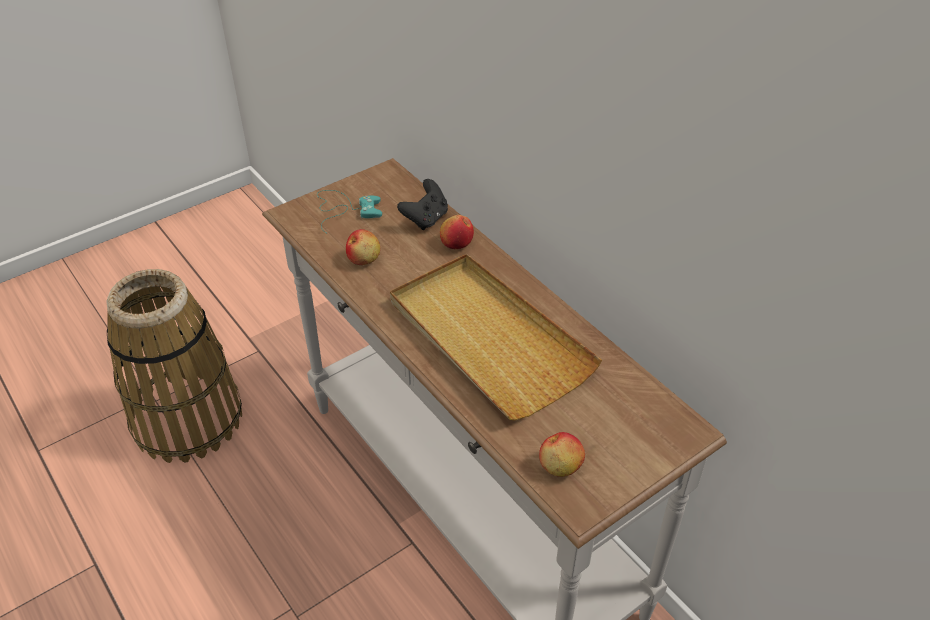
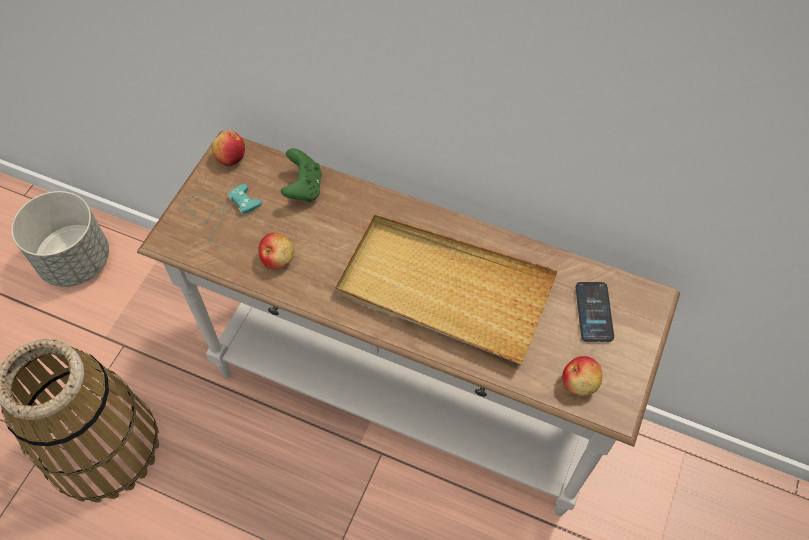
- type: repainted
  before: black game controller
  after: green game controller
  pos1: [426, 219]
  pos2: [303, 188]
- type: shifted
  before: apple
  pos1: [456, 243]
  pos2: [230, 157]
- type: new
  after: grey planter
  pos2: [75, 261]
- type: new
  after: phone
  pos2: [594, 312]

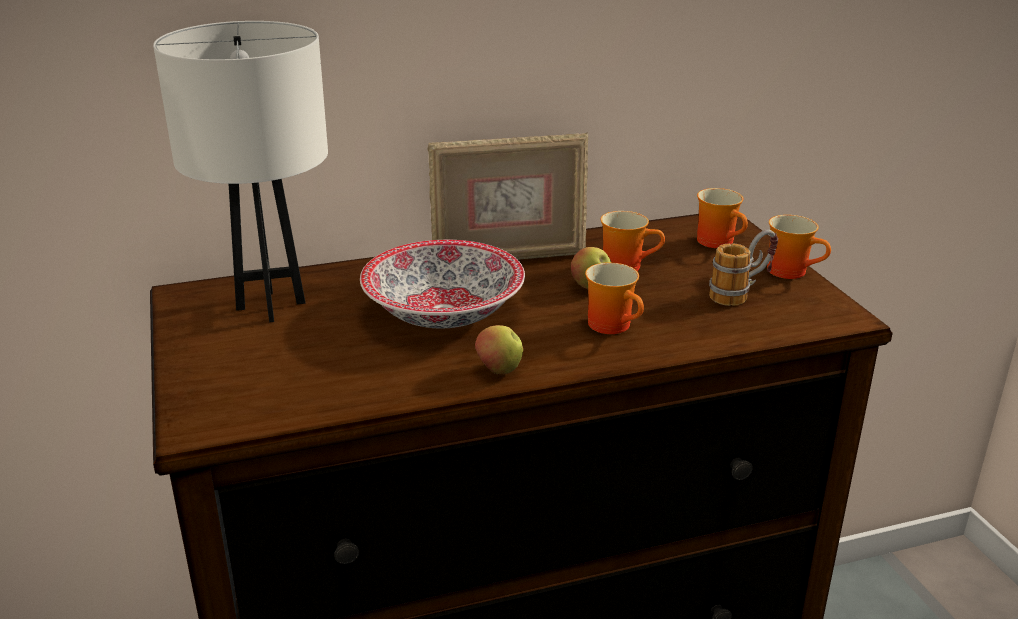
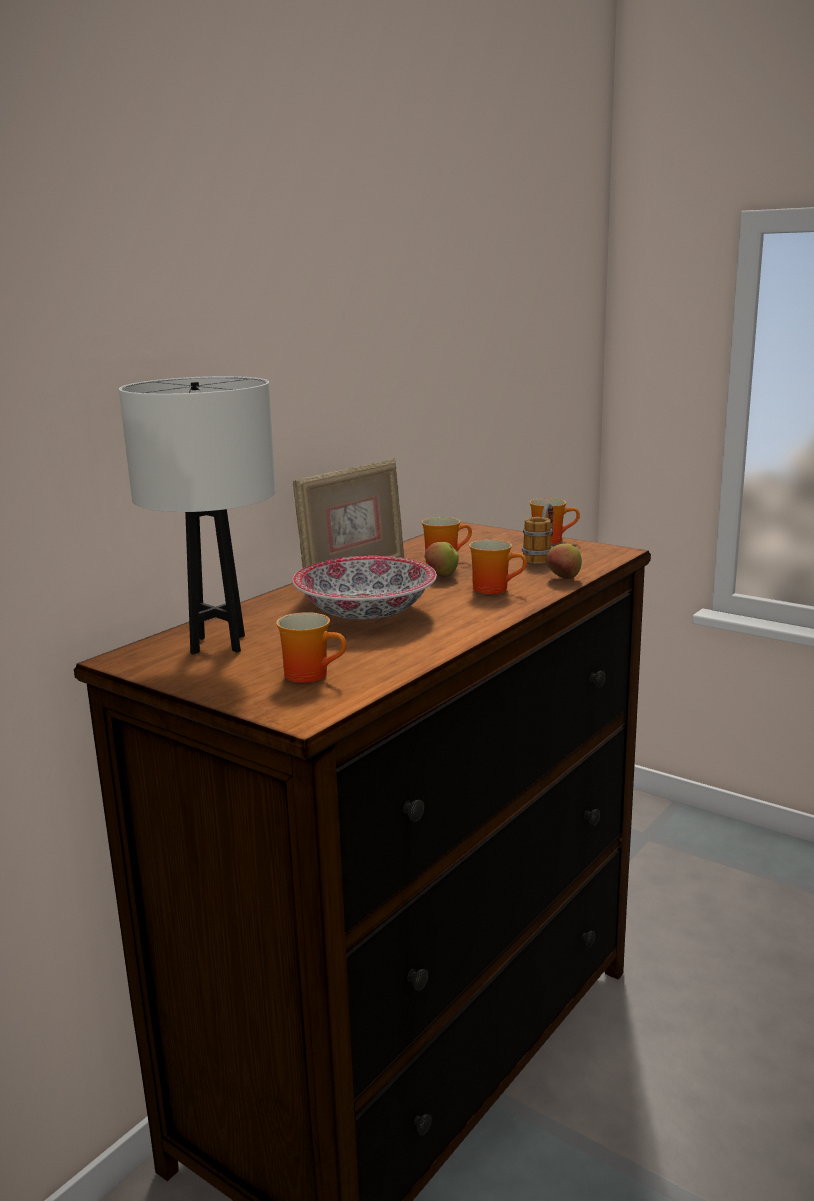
- type: shifted
  before: mug
  pos1: [720, 242]
  pos2: [312, 674]
- type: shifted
  before: apple
  pos1: [499, 370]
  pos2: [564, 578]

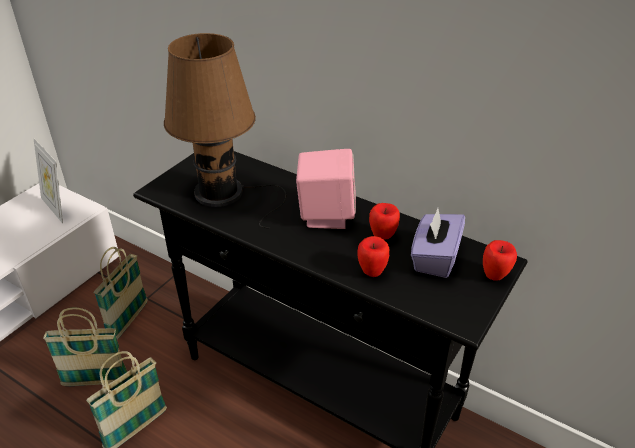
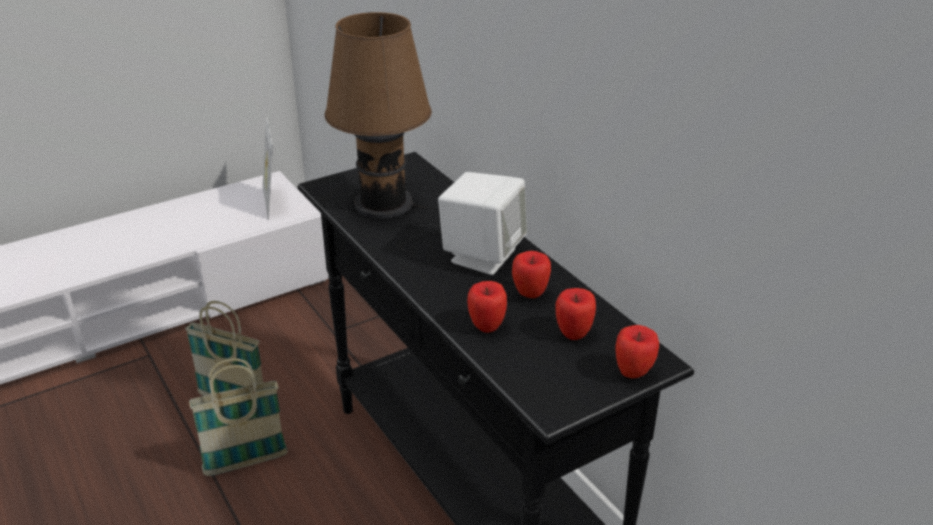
- type: repainted
  before: pink speaker
  after: white speaker
  pos1: [325, 215]
  pos2: [482, 255]
- type: swapped
  before: purple tissue box
  after: apple
  pos1: [434, 258]
  pos2: [573, 333]
- type: gone
  before: basket
  pos1: [128, 321]

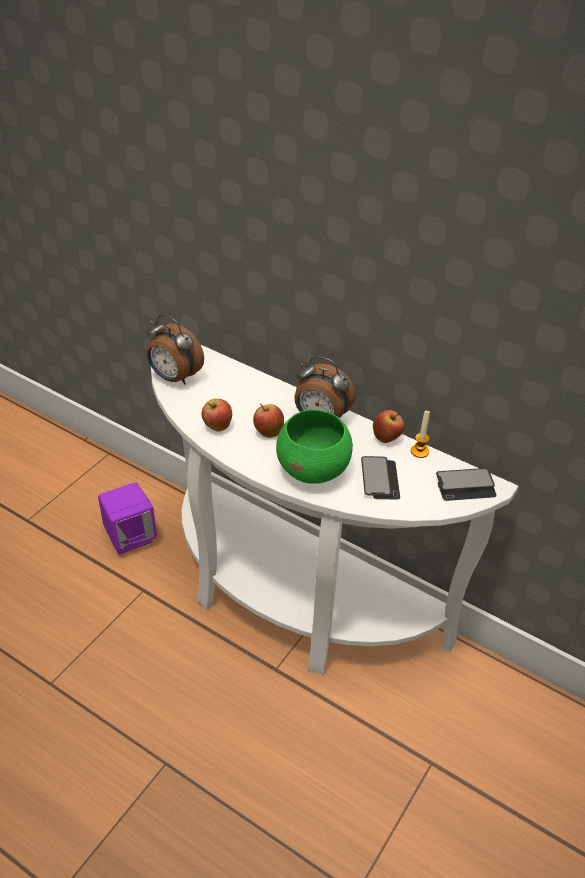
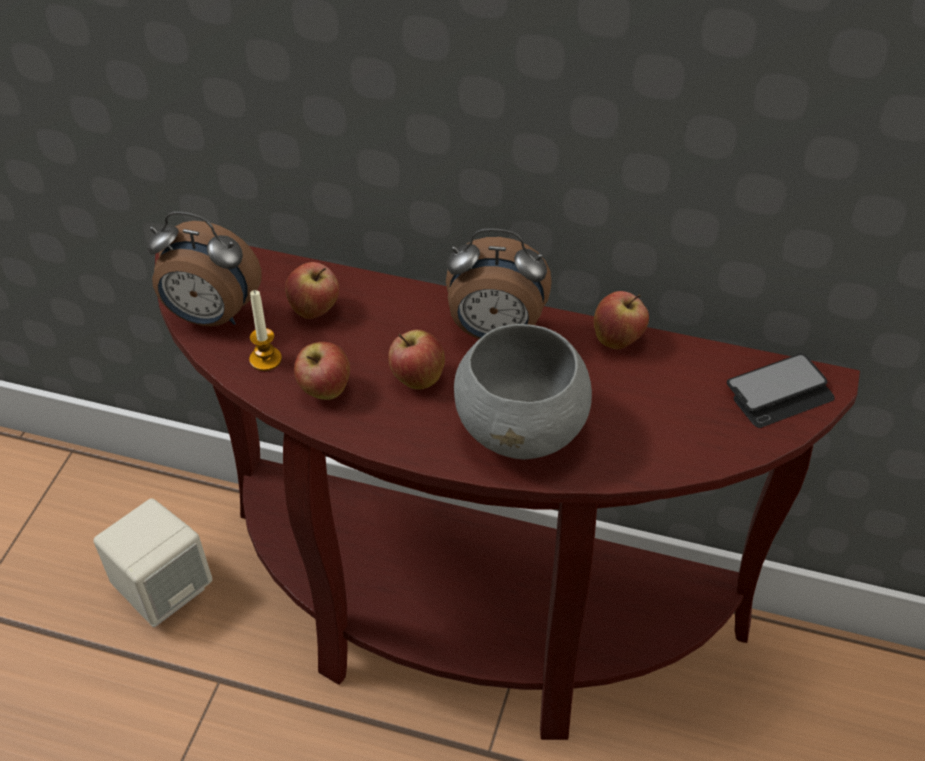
- type: repainted
  before: white console table
  after: brown console table
  pos1: [289, 597]
  pos2: [467, 623]
- type: repainted
  before: green bowl
  after: grey bowl
  pos1: [313, 469]
  pos2: [522, 428]
- type: shifted
  before: candle
  pos1: [419, 451]
  pos2: [265, 359]
- type: gone
  before: phone
  pos1: [380, 479]
- type: repainted
  before: purple speaker
  after: beige speaker
  pos1: [130, 536]
  pos2: [162, 590]
- type: new
  after: apple
  pos2: [315, 310]

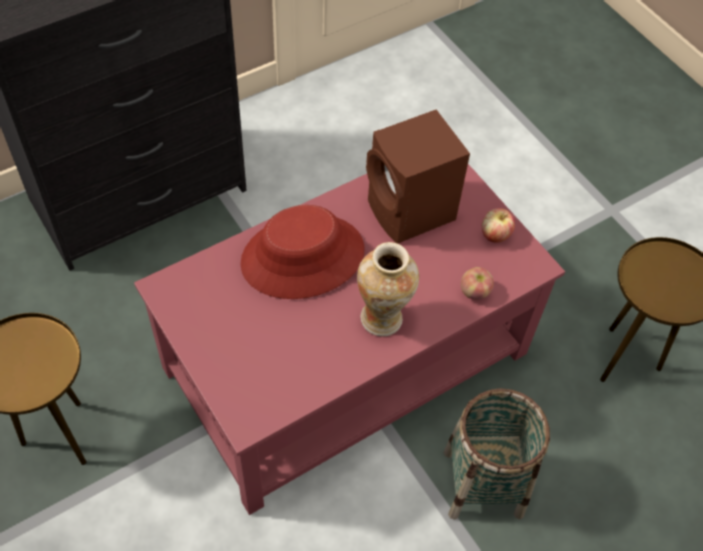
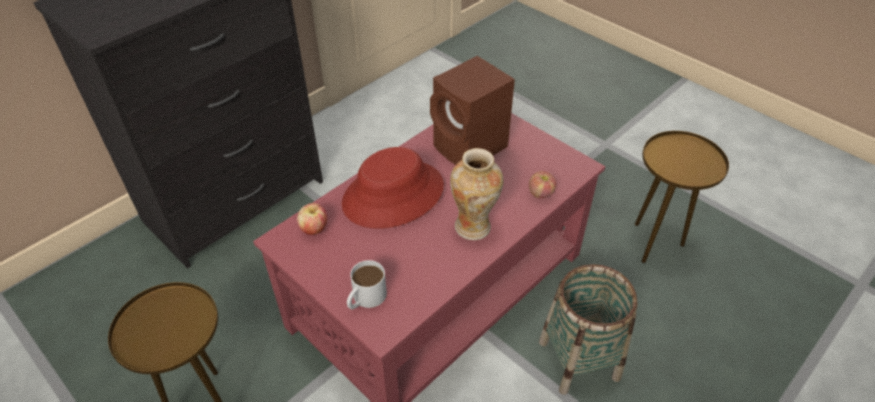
- type: shifted
  before: apple
  pos1: [495, 235]
  pos2: [314, 229]
- type: new
  after: white mug
  pos2: [365, 298]

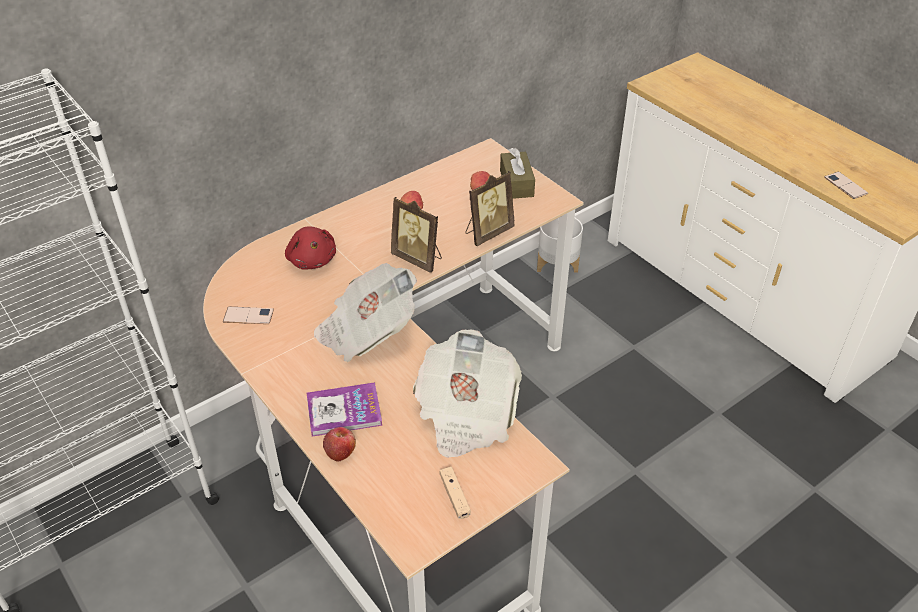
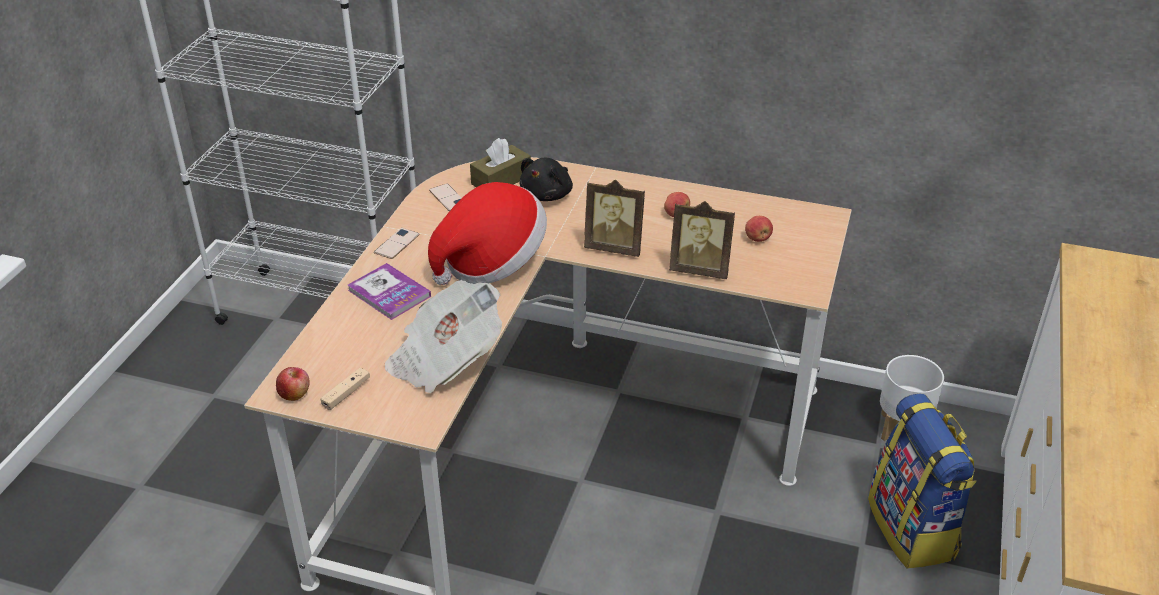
- type: shifted
  before: brown tissue box
  pos1: [516, 183]
  pos2: [501, 180]
- type: shifted
  before: phone
  pos1: [845, 185]
  pos2: [397, 244]
- type: rotated
  before: picture frame
  pos1: [418, 259]
  pos2: [615, 247]
  turn: -75
- type: repainted
  before: red plush toy
  after: black plush toy
  pos1: [312, 259]
  pos2: [548, 194]
- type: swapped
  before: newspaper
  after: hat
  pos1: [366, 331]
  pos2: [491, 262]
- type: shifted
  before: apple
  pos1: [340, 452]
  pos2: [295, 394]
- type: new
  after: backpack
  pos2: [913, 529]

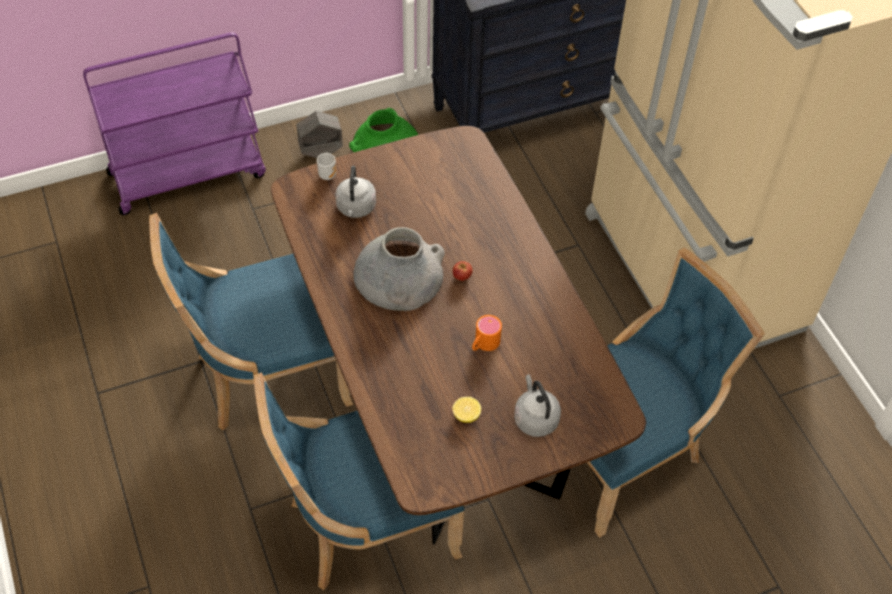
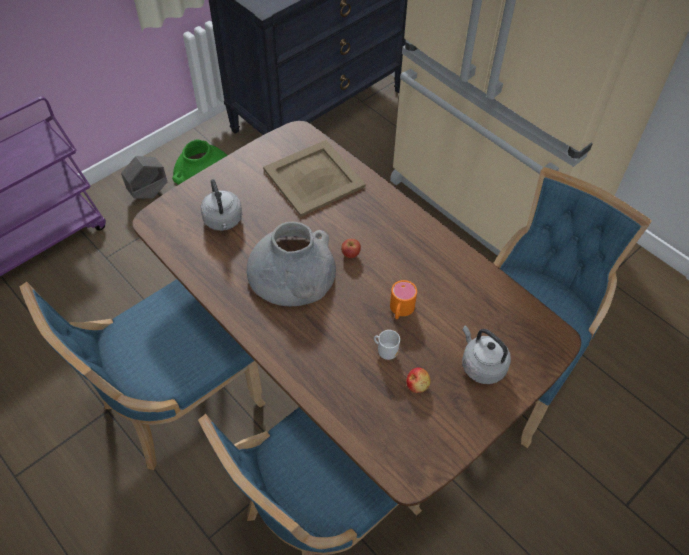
- type: shifted
  before: mug
  pos1: [327, 175]
  pos2: [386, 352]
- type: swapped
  before: lemon
  after: apple
  pos1: [466, 415]
  pos2: [417, 385]
- type: new
  after: beige tray
  pos2: [314, 177]

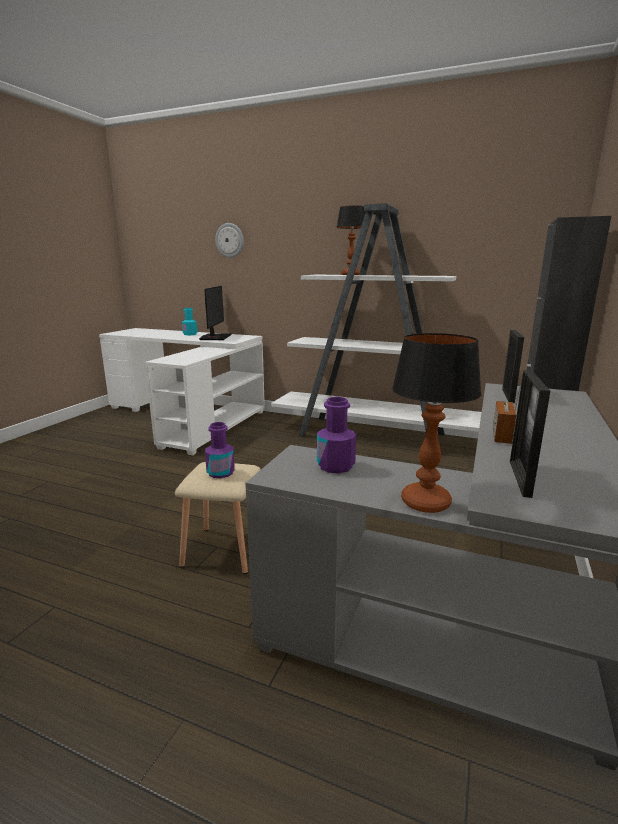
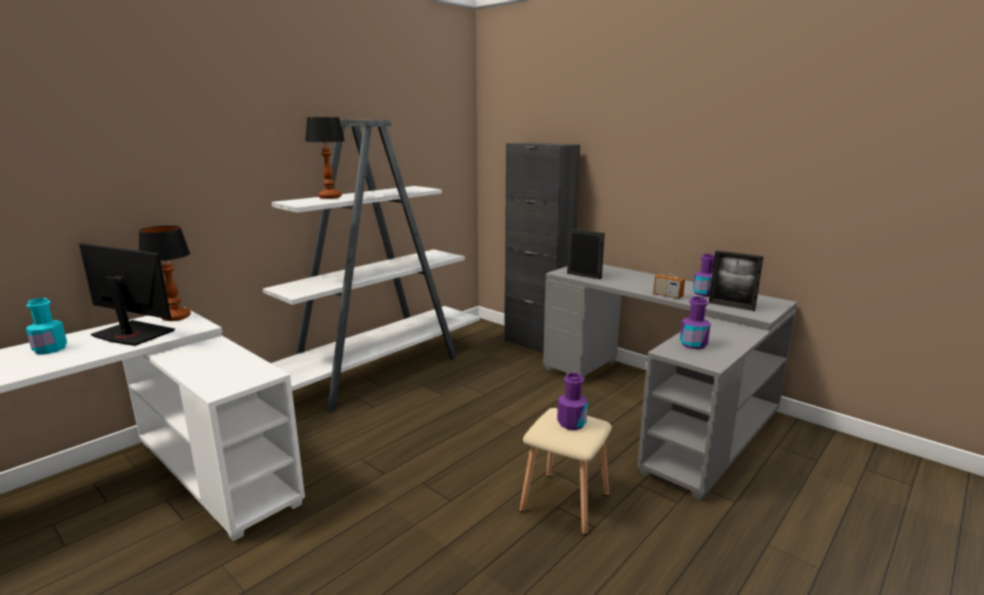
- type: gone
  before: wall clock
  pos1: [230, 240]
- type: shifted
  before: table lamp
  pos1: [425, 503]
  pos2: [176, 317]
- type: new
  after: purple bottle
  pos2: [703, 293]

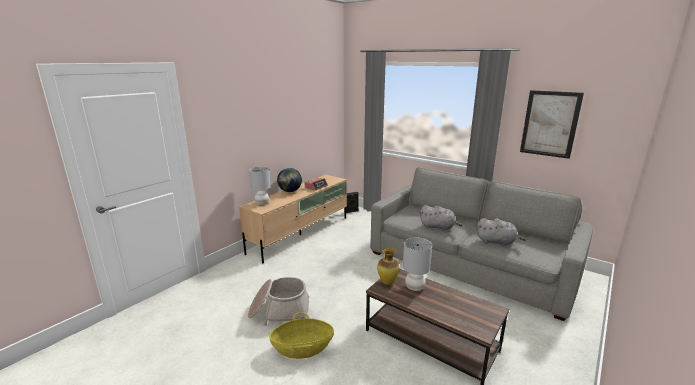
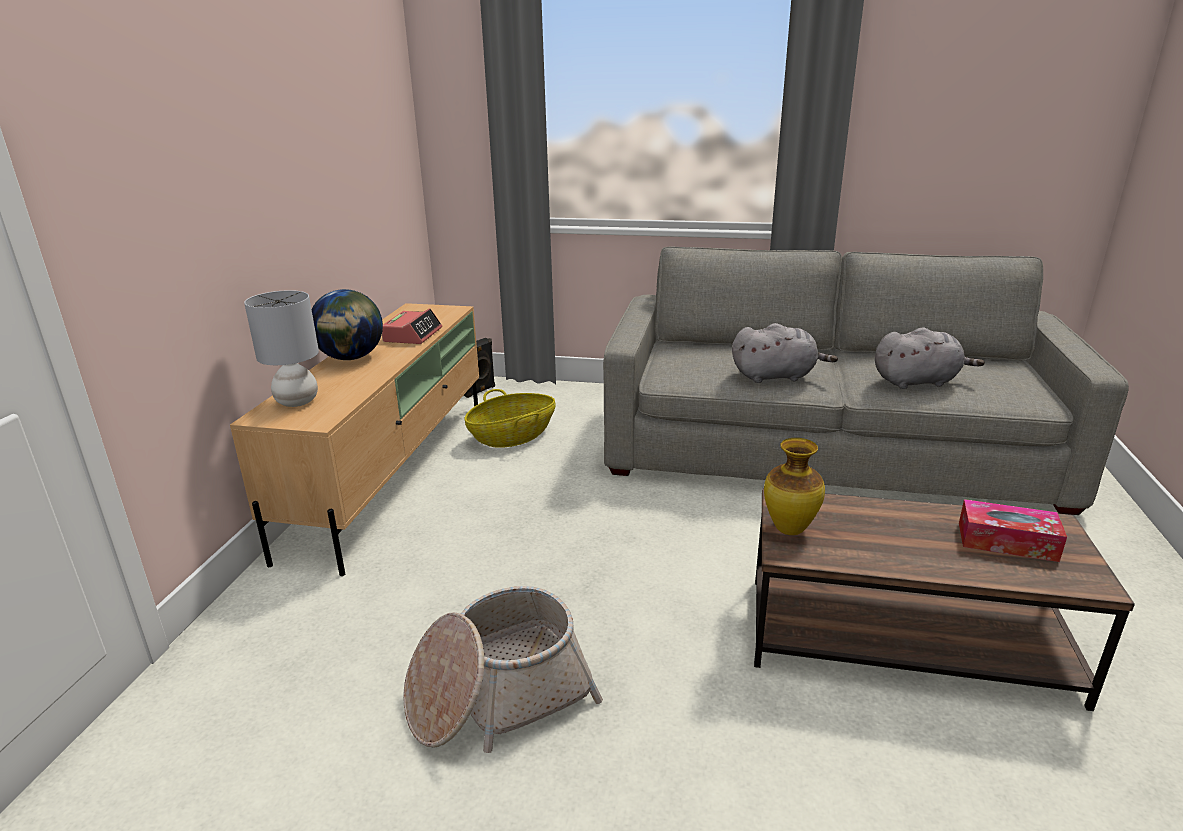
- type: gone
  before: picture
  pos1: [550, 124]
- type: gone
  before: grey table lamp
  pos1: [414, 287]
- type: shifted
  before: basket
  pos1: [302, 348]
  pos2: [512, 436]
- type: new
  after: tissue box
  pos2: [1007, 541]

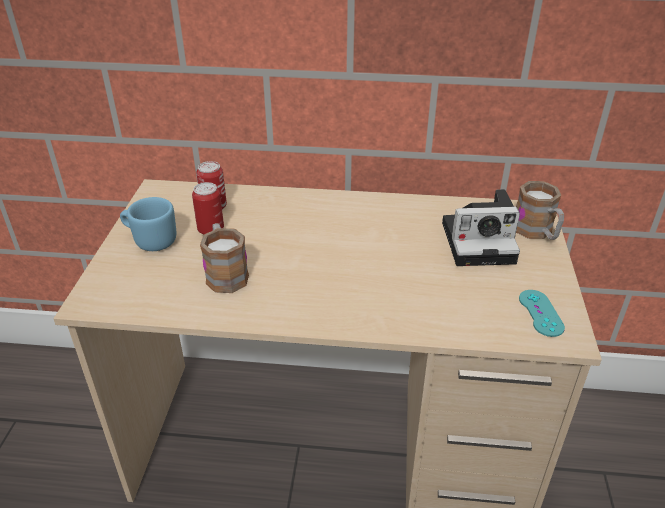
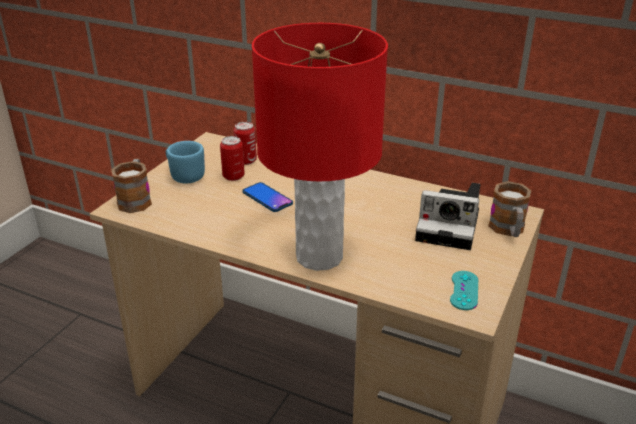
- type: shifted
  before: mug
  pos1: [225, 273]
  pos2: [136, 199]
- type: new
  after: red table lamp
  pos2: [318, 256]
- type: new
  after: phone
  pos2: [267, 198]

